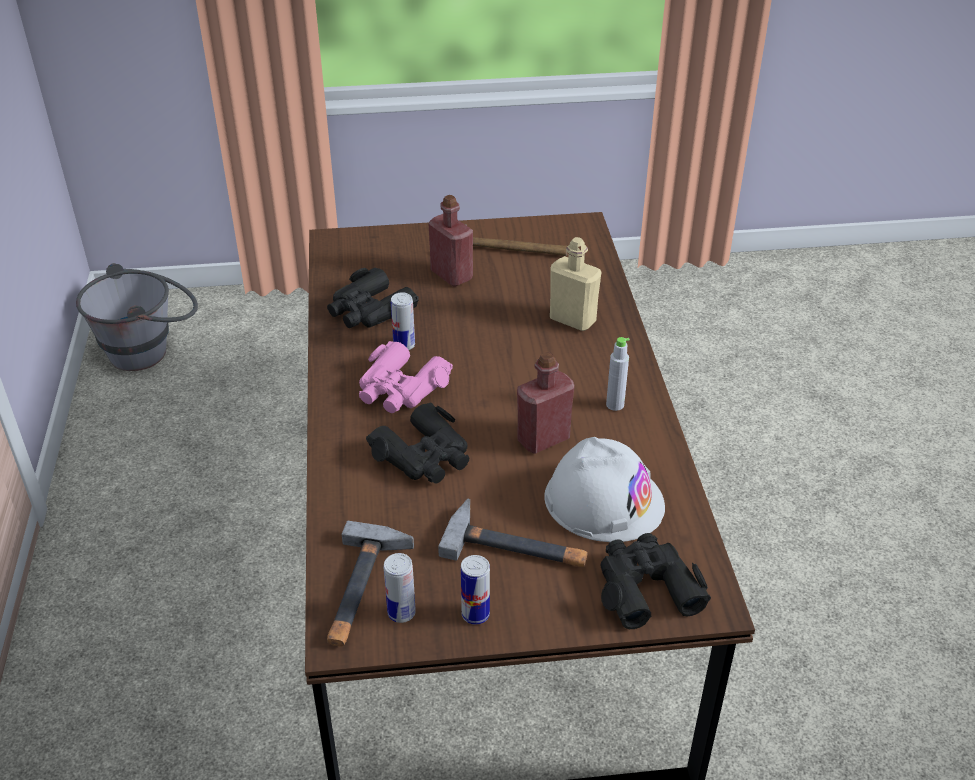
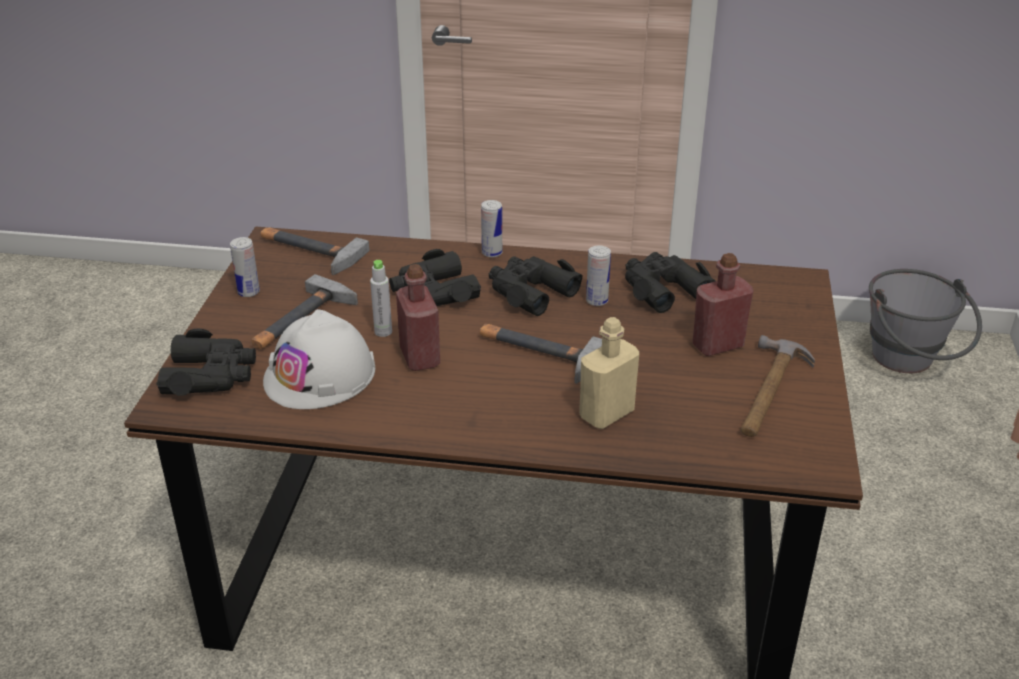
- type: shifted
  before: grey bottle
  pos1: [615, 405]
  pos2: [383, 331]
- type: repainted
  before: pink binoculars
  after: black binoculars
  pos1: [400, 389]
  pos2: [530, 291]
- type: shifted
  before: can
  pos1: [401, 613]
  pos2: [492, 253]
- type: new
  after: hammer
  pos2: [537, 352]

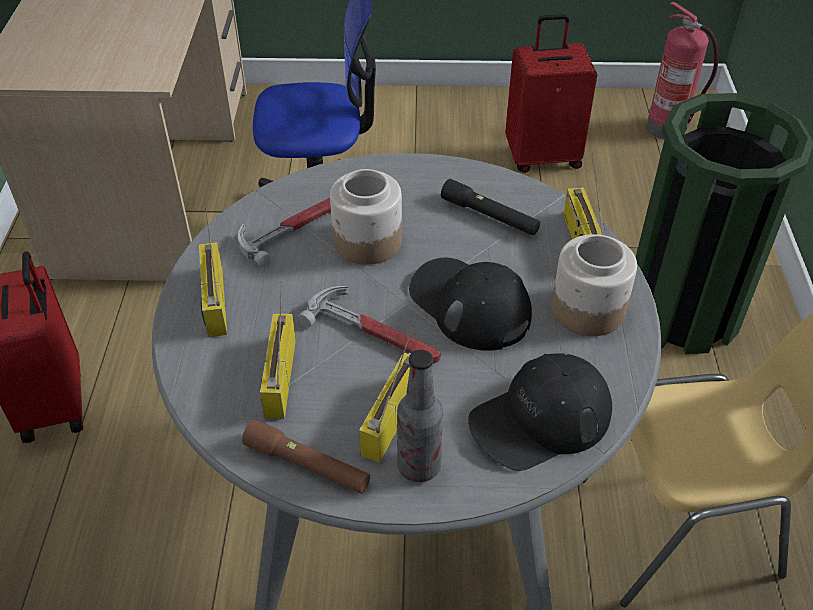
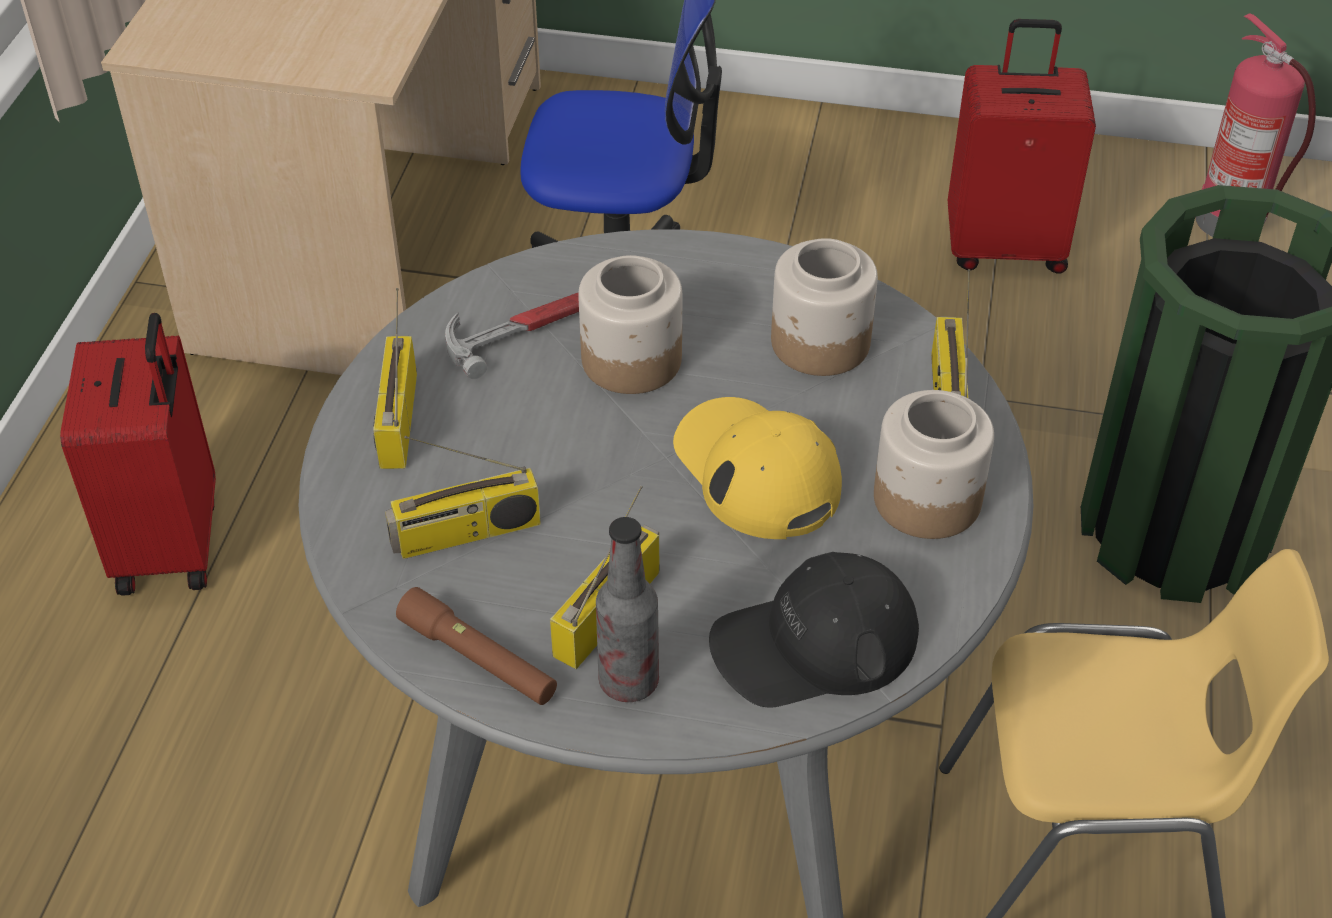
- type: swapped
  before: black flashlight
  after: jar
  pos1: [489, 216]
  pos2: [820, 343]
- type: repainted
  before: black cap
  after: yellow cap
  pos1: [469, 305]
  pos2: [756, 470]
- type: rotated
  before: radio
  pos1: [279, 375]
  pos2: [465, 534]
  turn: -120
- type: gone
  before: hammer
  pos1: [375, 333]

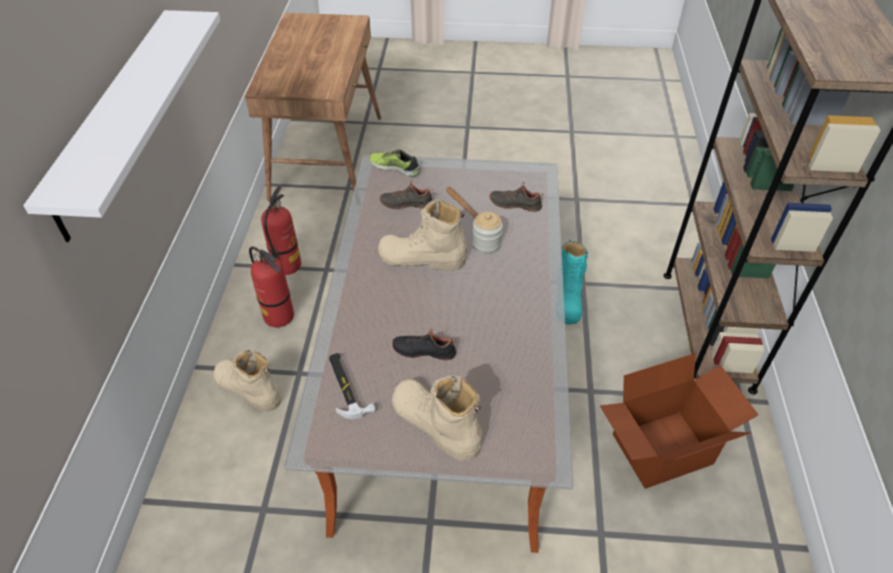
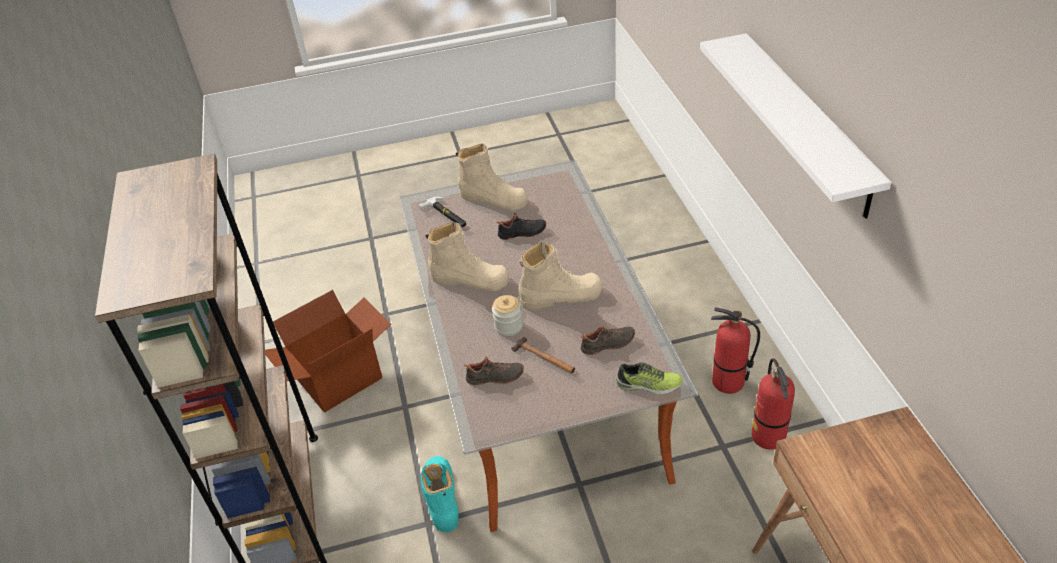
- type: shifted
  before: beige boot
  pos1: [248, 389]
  pos2: [470, 279]
- type: shifted
  before: hammer
  pos1: [346, 387]
  pos2: [445, 215]

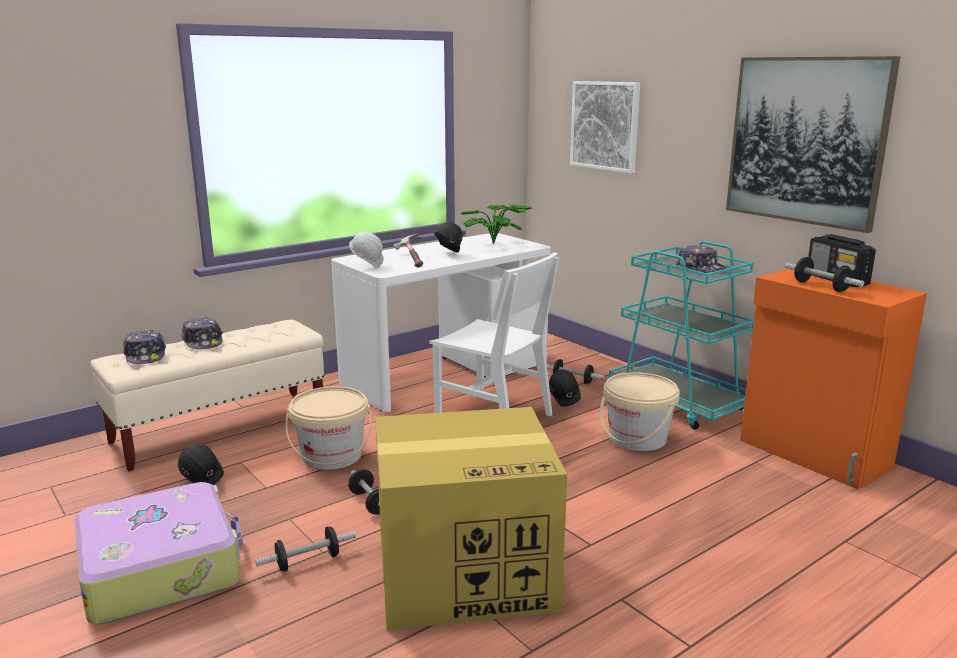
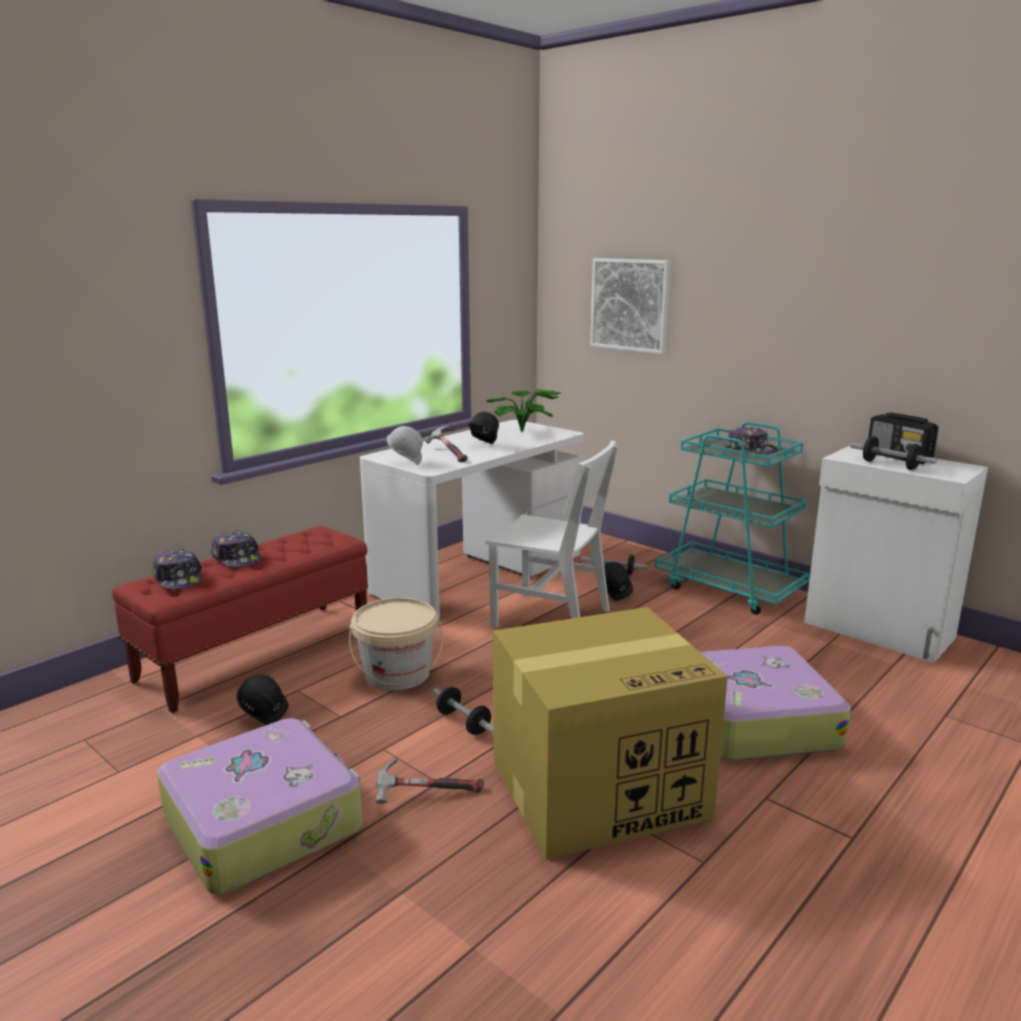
- type: gone
  before: picture
  pos1: [806, 141]
- type: repainted
  before: orange cabinet
  after: white cabinet
  pos1: [813, 454]
  pos2: [878, 631]
- type: repainted
  before: beige bench
  after: red bench
  pos1: [221, 429]
  pos2: [257, 654]
- type: gone
  before: beige bucket
  pos1: [637, 438]
- type: swapped
  before: dumbbell
  after: hammer
  pos1: [308, 561]
  pos2: [426, 794]
- type: new
  after: suitcase
  pos2: [754, 720]

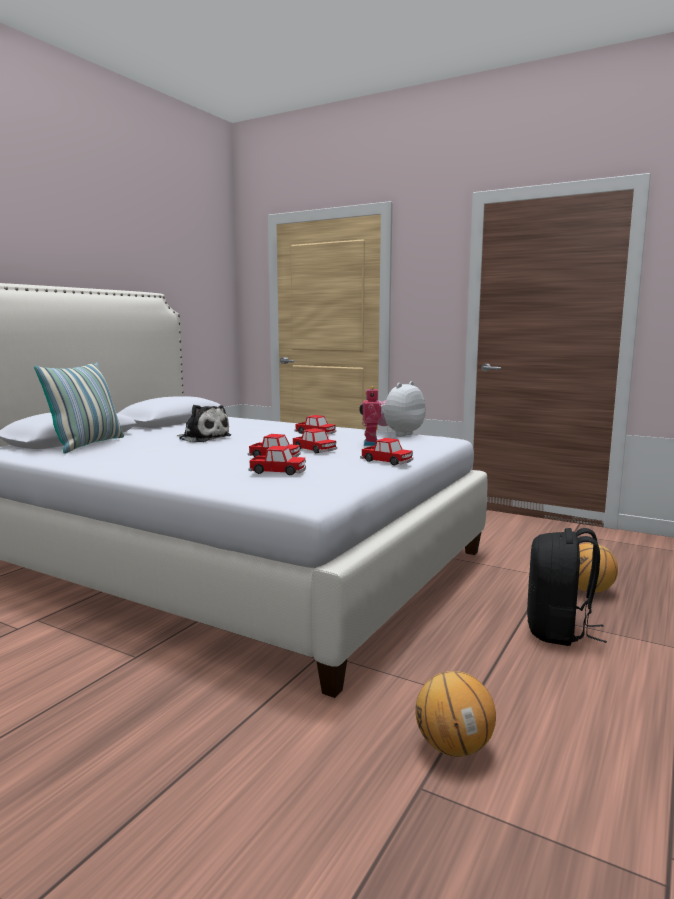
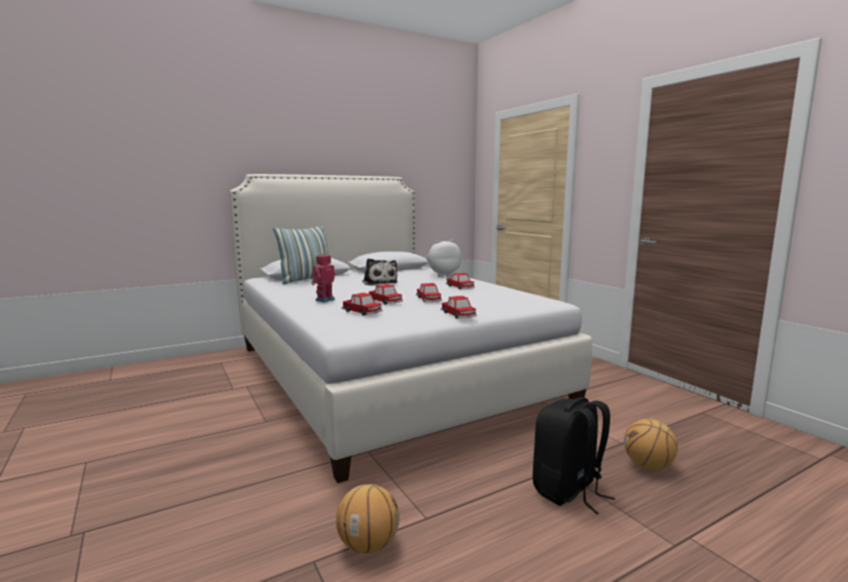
- type: shifted
  before: plush toy
  pos1: [398, 434]
  pos2: [442, 275]
- type: shifted
  before: toy robot
  pos1: [370, 444]
  pos2: [324, 300]

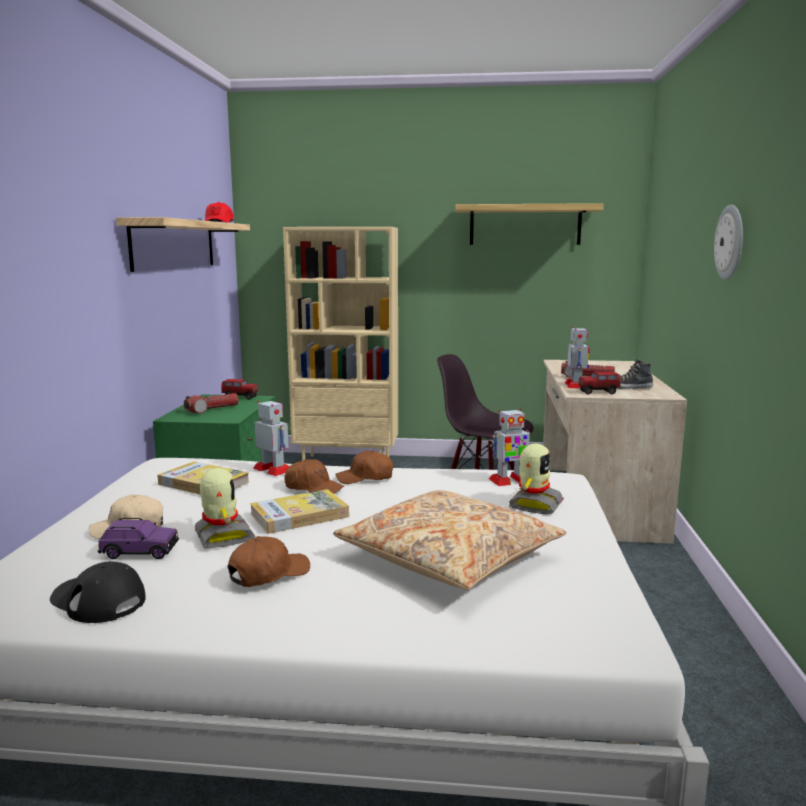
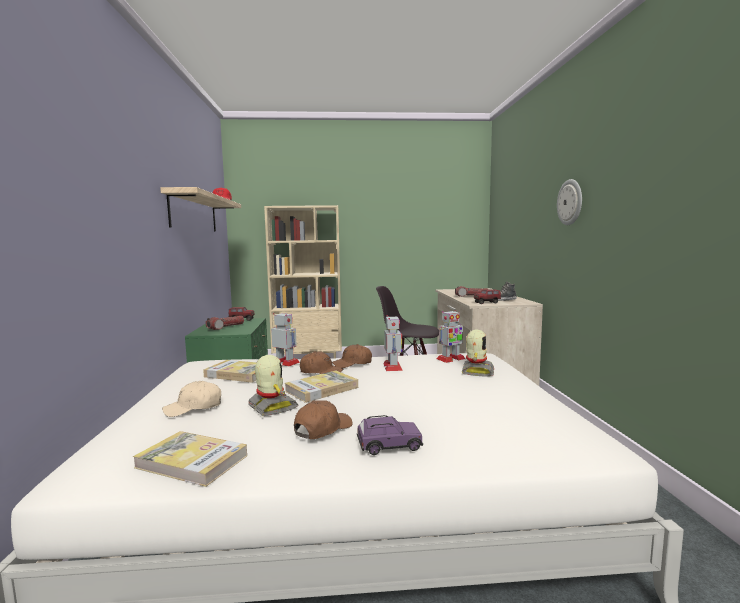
- type: gone
  before: shelf
  pos1: [525, 225]
- type: shifted
  before: toy robot
  pos1: [576, 385]
  pos2: [393, 367]
- type: gone
  before: beige pillow
  pos1: [449, 557]
- type: shifted
  before: purple toy car
  pos1: [140, 551]
  pos2: [389, 446]
- type: swapped
  before: black cap
  after: book
  pos1: [98, 600]
  pos2: [192, 461]

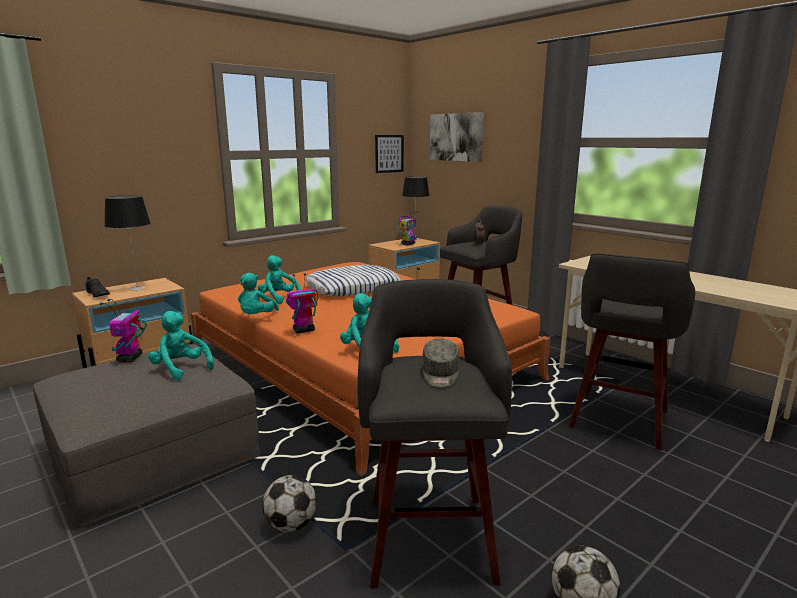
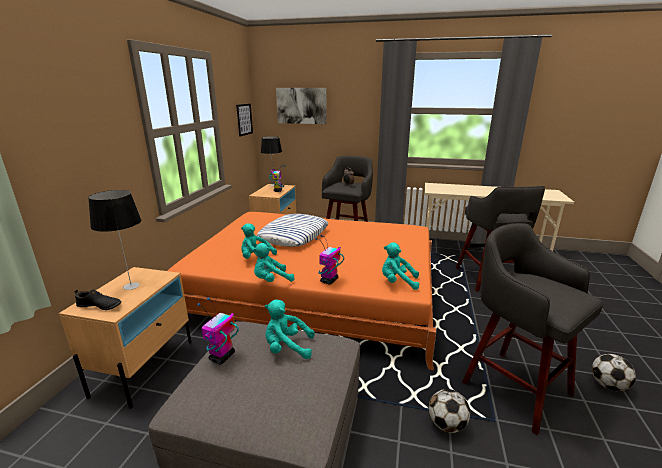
- type: rotated
  before: turquoise plush toy
  pos1: [256, 317]
  pos2: [271, 280]
  turn: 90
- type: rotated
  before: toy robot
  pos1: [129, 358]
  pos2: [222, 357]
  turn: 60
- type: gone
  before: grey cap
  pos1: [440, 374]

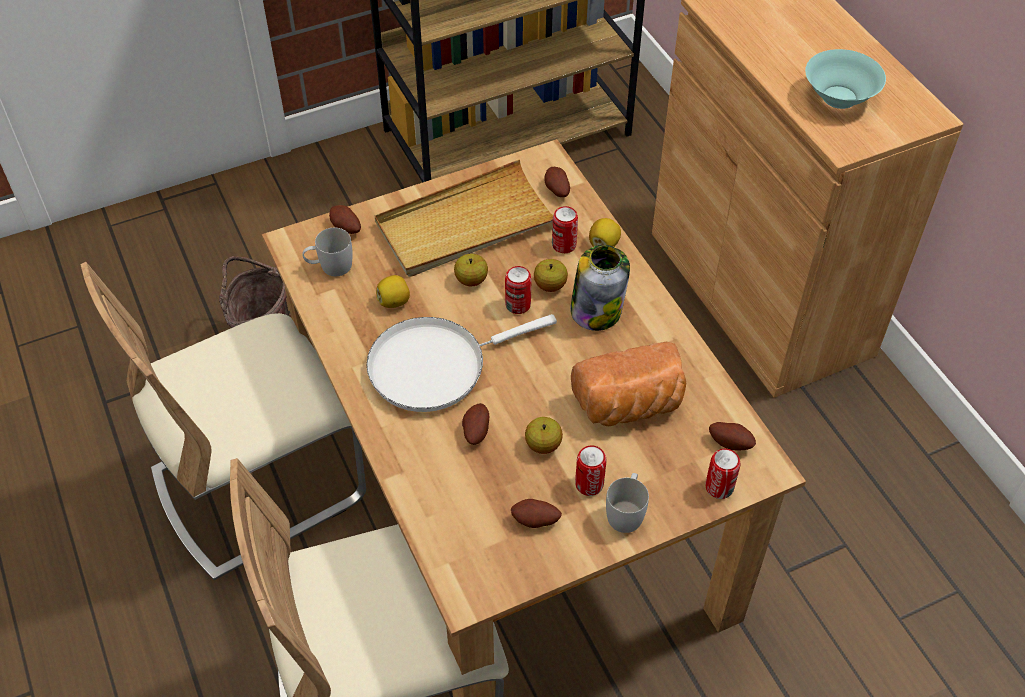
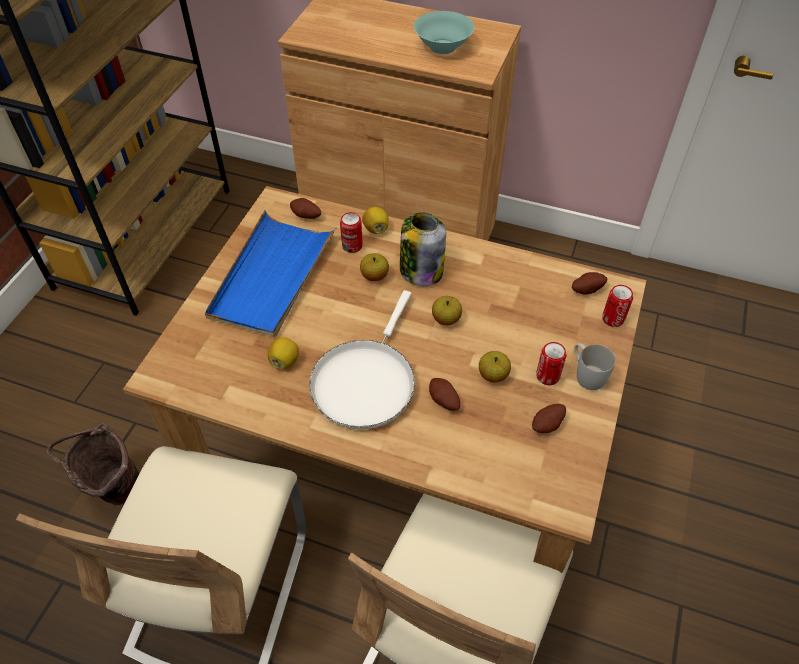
- type: repainted
  before: beige tray
  after: blue tray
  pos1: [465, 224]
  pos2: [272, 277]
- type: gone
  before: potato
  pos1: [345, 228]
- type: gone
  before: white mug
  pos1: [330, 266]
- type: shifted
  before: apple
  pos1: [471, 280]
  pos2: [446, 319]
- type: gone
  before: can
  pos1: [518, 305]
- type: gone
  before: bread
  pos1: [630, 406]

